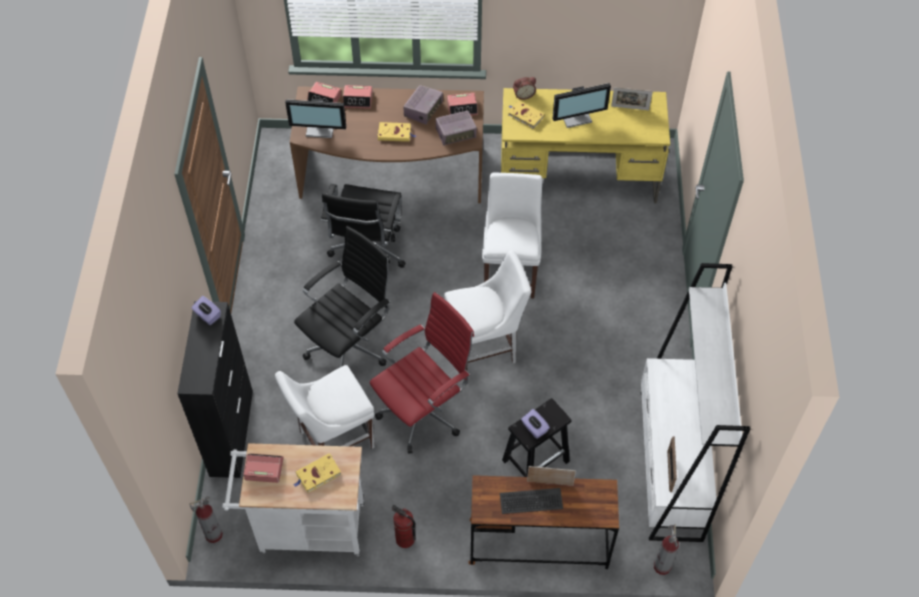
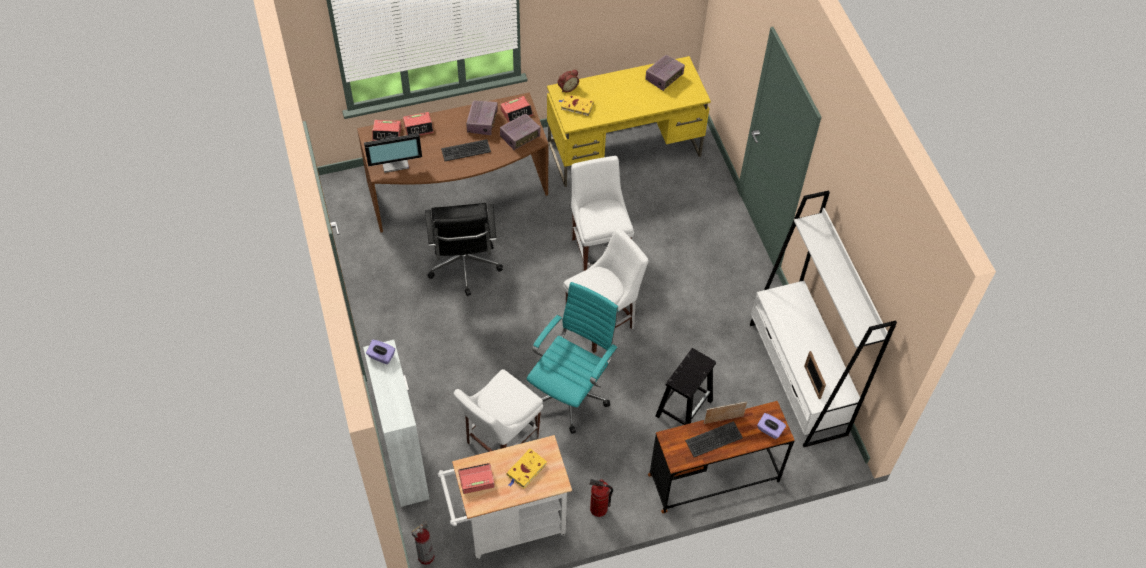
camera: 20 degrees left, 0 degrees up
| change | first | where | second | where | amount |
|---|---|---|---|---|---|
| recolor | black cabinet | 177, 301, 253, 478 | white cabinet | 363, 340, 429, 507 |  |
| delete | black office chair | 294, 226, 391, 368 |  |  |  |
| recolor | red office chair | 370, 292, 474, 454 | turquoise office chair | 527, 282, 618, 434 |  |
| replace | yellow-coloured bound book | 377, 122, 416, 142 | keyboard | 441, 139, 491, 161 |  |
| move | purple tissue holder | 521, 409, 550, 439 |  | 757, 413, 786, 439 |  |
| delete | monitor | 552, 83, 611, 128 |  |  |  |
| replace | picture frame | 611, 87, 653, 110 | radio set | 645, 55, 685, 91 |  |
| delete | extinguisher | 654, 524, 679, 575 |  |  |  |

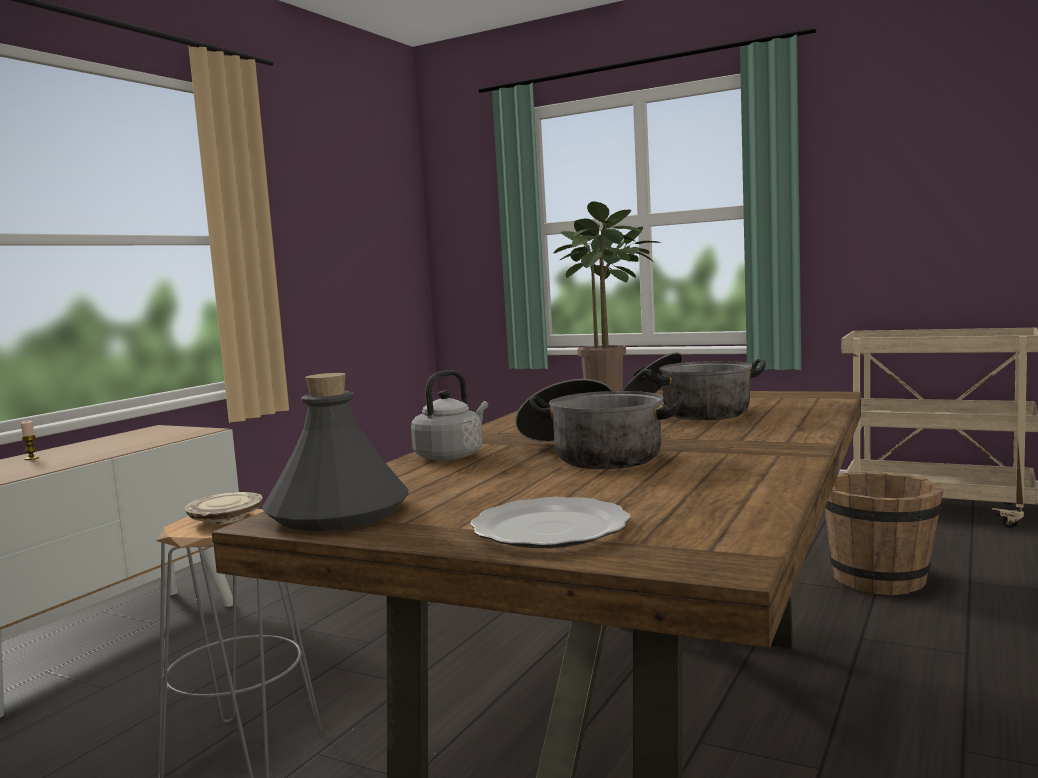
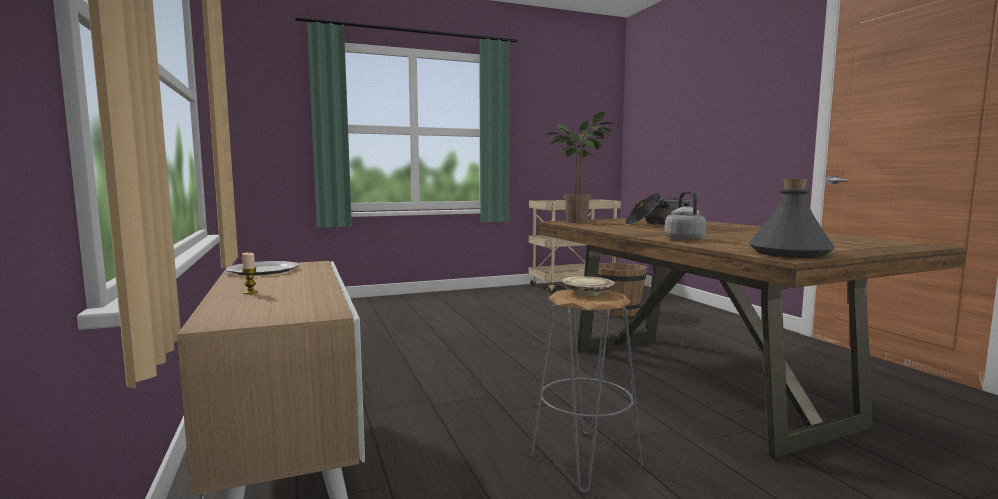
camera: 50 degrees left, 0 degrees up
| change | first | where | second | where | amount |
|---|---|---|---|---|---|
| move | plate | 470, 497, 631, 548 |  | 226, 261, 299, 275 |  |
| delete | stockpot | 515, 379, 686, 469 |  |  |  |

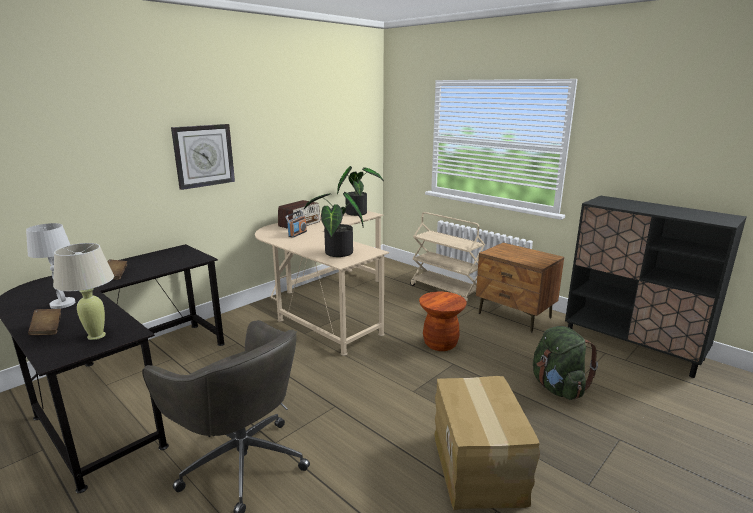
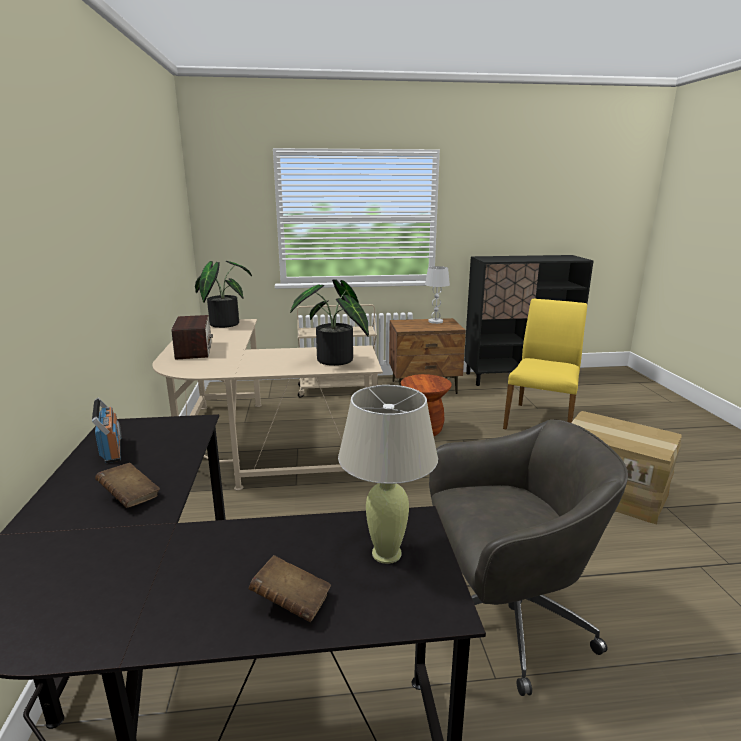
camera: 50 degrees left, 0 degrees up
| change | first | where | second | where | amount |
|---|---|---|---|---|---|
| move | white lamp for a table | 26, 223, 75, 309 |  | 425, 266, 450, 324 |  |
| delete | wall clock | 171, 124, 235, 190 |  |  |  |
| move | radio set | 285, 210, 307, 238 |  | 92, 398, 122, 463 |  |
| replace | green knapsack | 533, 326, 598, 400 | yellow-coloured chair | 503, 299, 587, 430 |  |

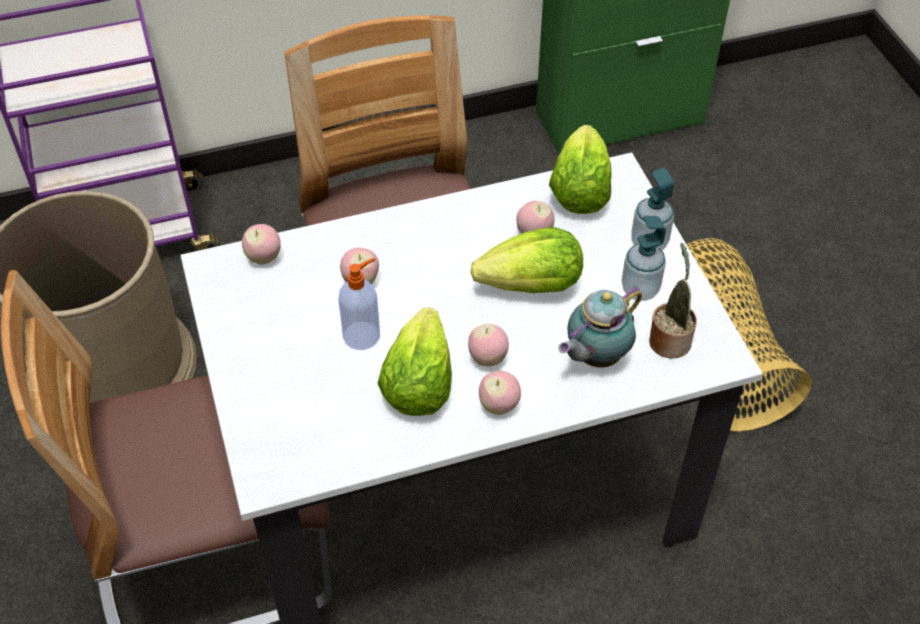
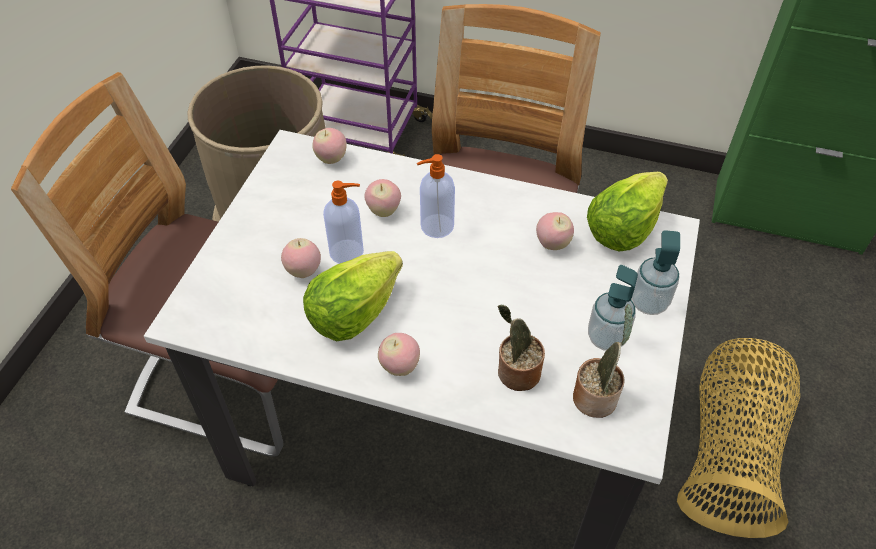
camera: 35 degrees right, 0 degrees up
| change | first | where | second | where | amount |
|---|---|---|---|---|---|
| move | whole apple | 468, 324, 509, 366 |  | 281, 238, 321, 278 |  |
| delete | head of lettuce | 471, 227, 583, 293 |  |  |  |
| replace | pot for tea | 558, 286, 642, 368 | plant in a pot | 498, 305, 545, 391 |  |
| insert |  |  | soap bottle | 417, 154, 455, 238 |  |

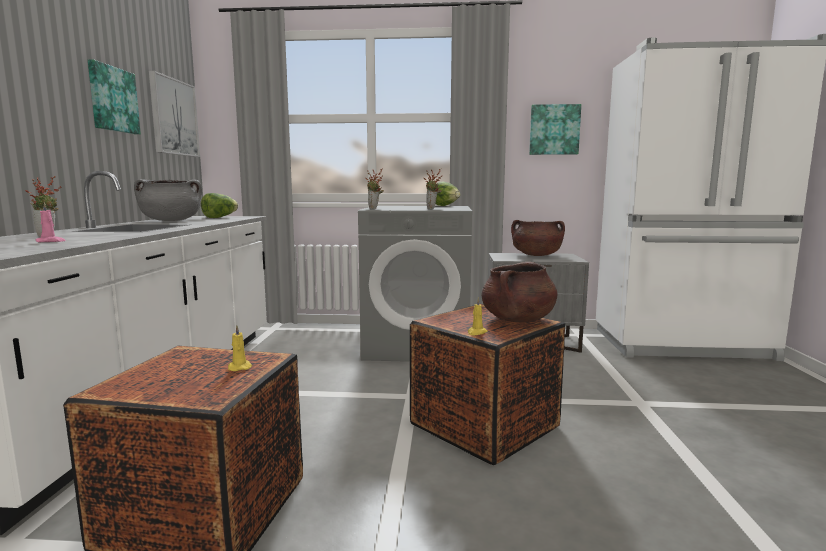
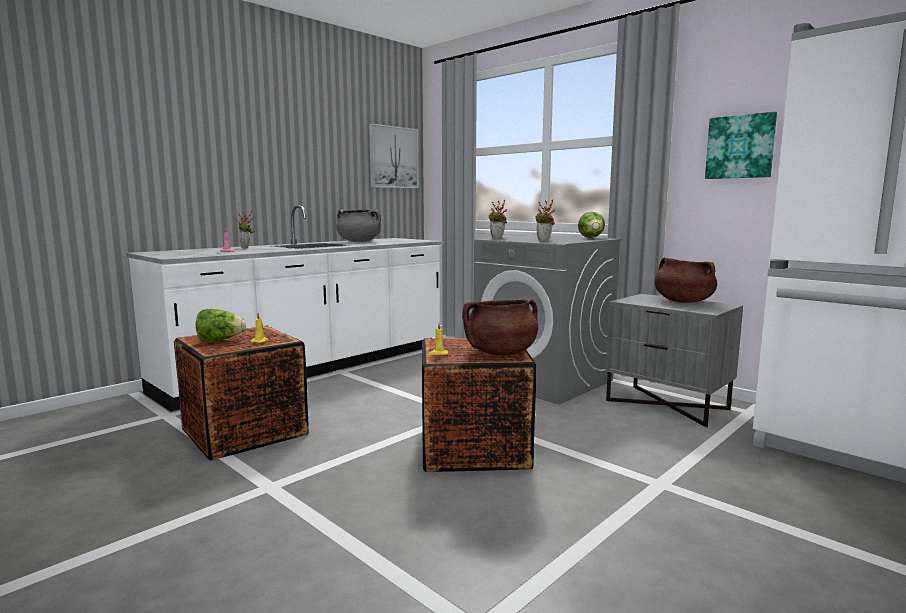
camera: 40 degrees right, 0 degrees up
| change | first | where | second | where | amount |
|---|---|---|---|---|---|
| delete | wall art | 88, 59, 141, 134 |  |  |  |
| move | head of lettuce | 201, 193, 238, 218 |  | 196, 309, 246, 342 |  |

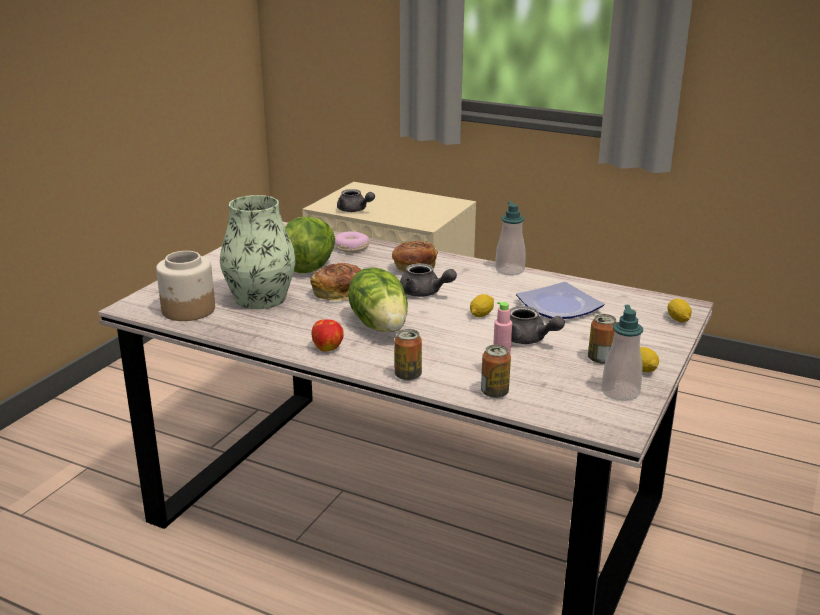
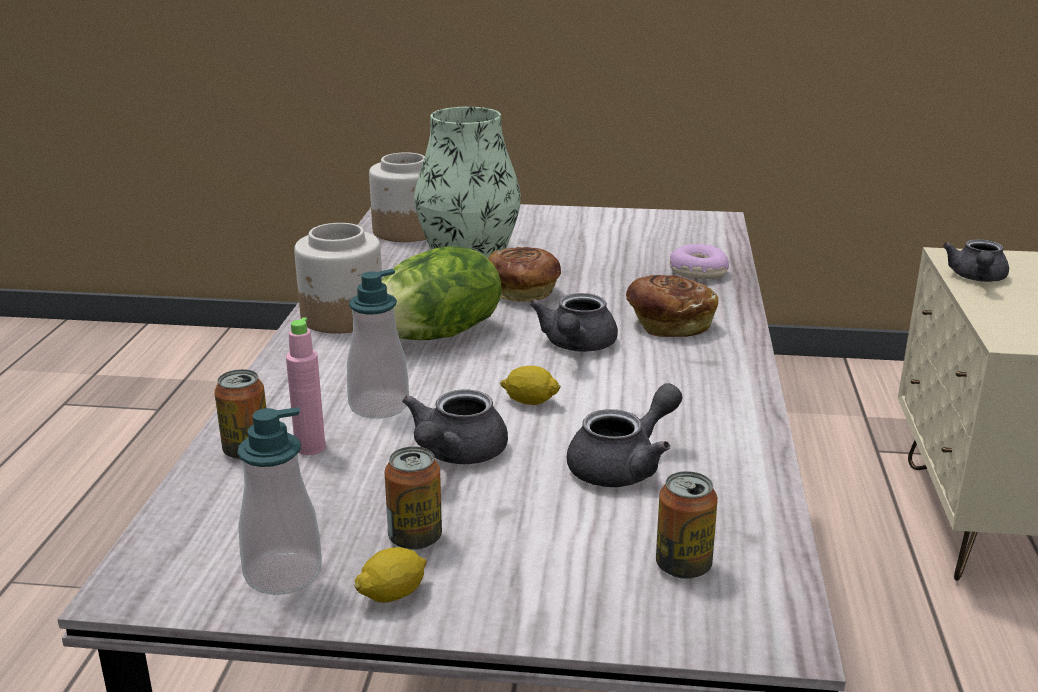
camera: 70 degrees right, 0 degrees up
| change | first | where | second | where | amount |
|---|---|---|---|---|---|
| delete | head of lettuce | 285, 217, 335, 273 |  |  |  |
| replace | whole apple | 311, 319, 344, 352 | storage jar | 294, 223, 382, 334 |  |
| move | sealed can | 394, 329, 422, 381 |  | 656, 471, 718, 579 |  |
| move | soap bottle | 495, 201, 525, 276 |  | 347, 269, 409, 419 |  |
| replace | plate | 516, 282, 604, 319 | grey pot for tea | 567, 383, 683, 487 |  |
| delete | lemon | 668, 299, 692, 322 |  |  |  |

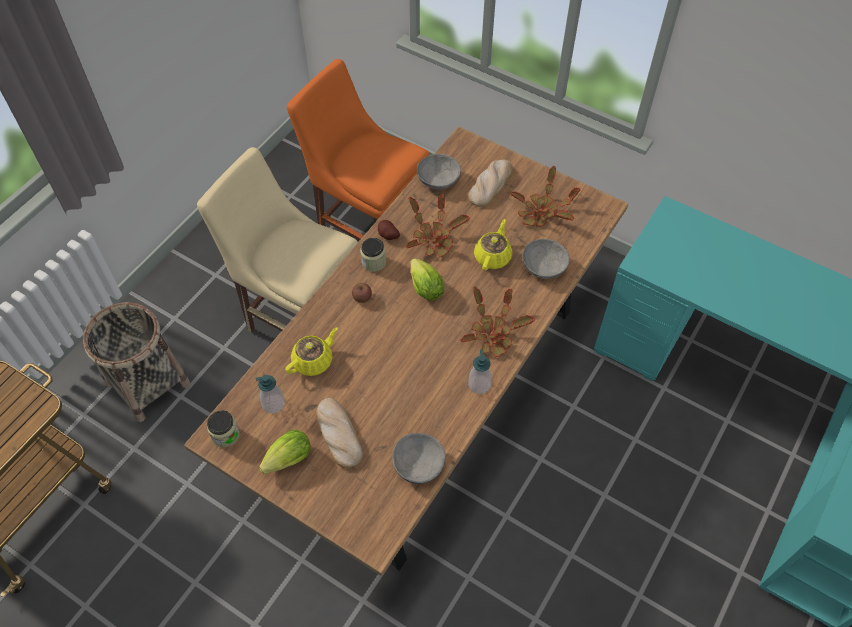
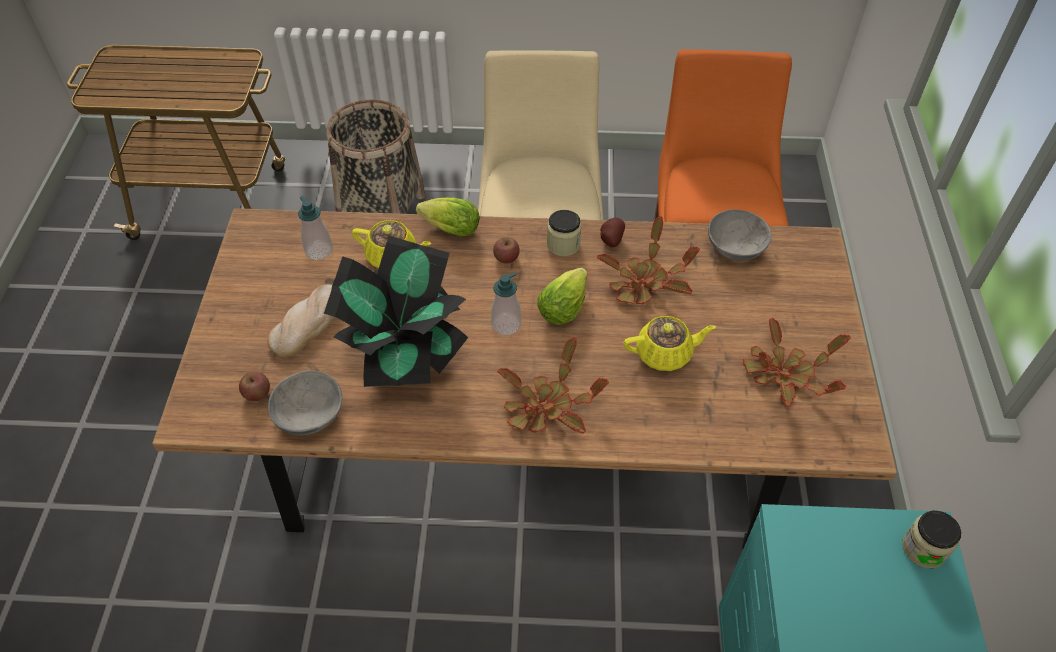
camera: 60 degrees right, 5 degrees down
| change | first | where | second | where | amount |
|---|---|---|---|---|---|
| move | storage jar | 207, 410, 240, 447 |  | 902, 511, 961, 568 |  |
| move | head of lettuce | 259, 429, 311, 474 |  | 416, 198, 480, 237 |  |
| delete | bread | 468, 159, 513, 207 |  |  |  |
| move | soap bottle | 468, 350, 491, 394 |  | 491, 272, 521, 335 |  |
| delete | grey bowl | 522, 239, 569, 279 |  |  |  |
| insert |  |  | whole apple | 239, 372, 270, 401 |  |
| insert |  |  | plant in a pot | 324, 236, 468, 387 |  |

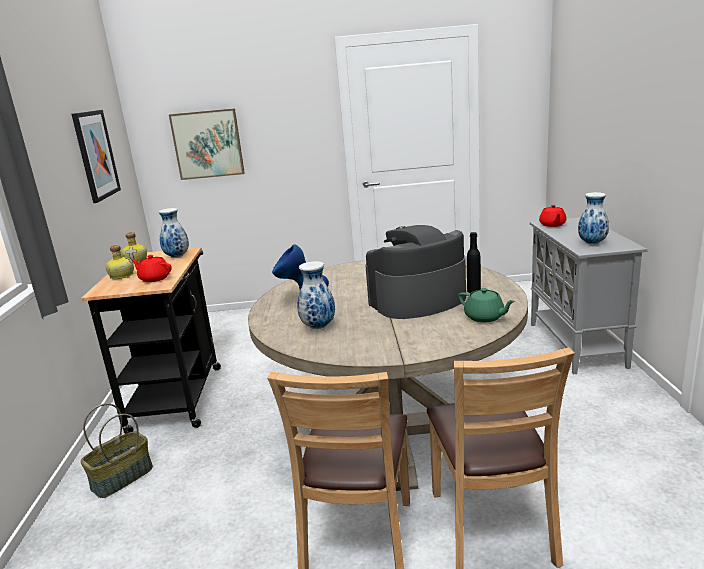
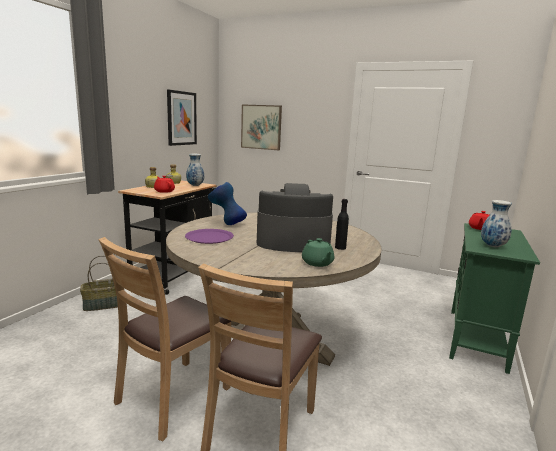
camera: 25 degrees right, 5 degrees down
| change | first | where | second | where | amount |
|---|---|---|---|---|---|
| replace | decorative vase | 297, 261, 335, 329 | purple plate | 185, 229, 234, 244 |  |
| recolor | grey cabinet | 530, 217, 648, 374 | green cabinet | 449, 223, 540, 374 |  |

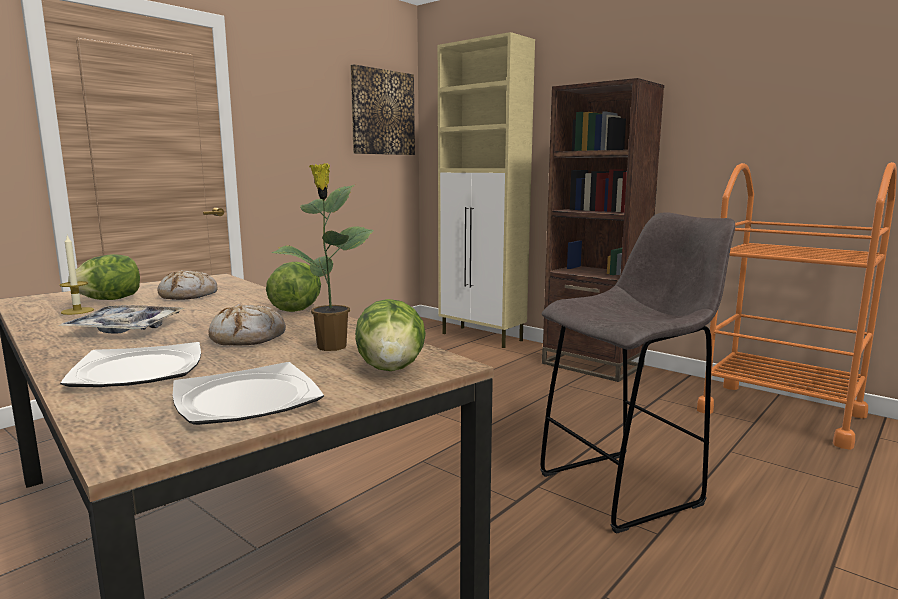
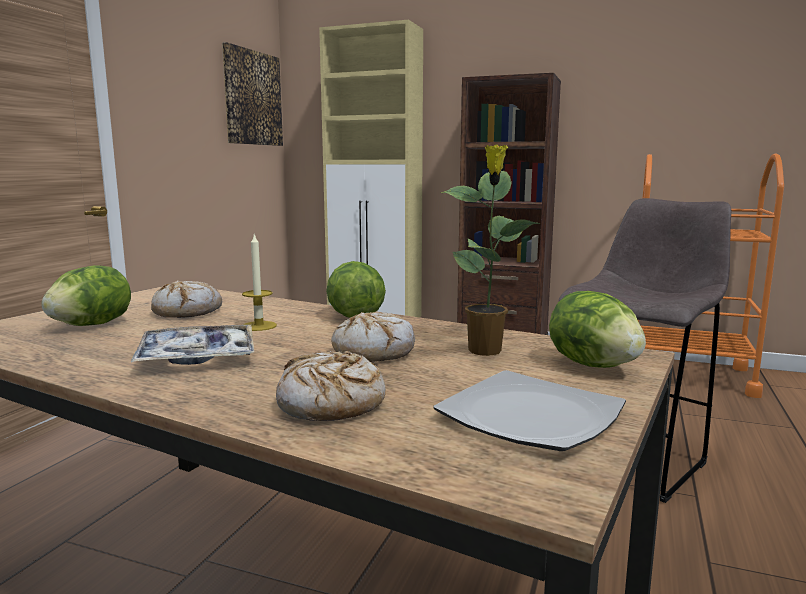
camera: 20 degrees left, 0 degrees up
| change | first | where | second | where | amount |
|---|---|---|---|---|---|
| move | wax candle | 60, 235, 94, 315 |  | 242, 233, 277, 331 |  |
| replace | plate | 60, 342, 201, 387 | bread | 276, 351, 386, 421 |  |

